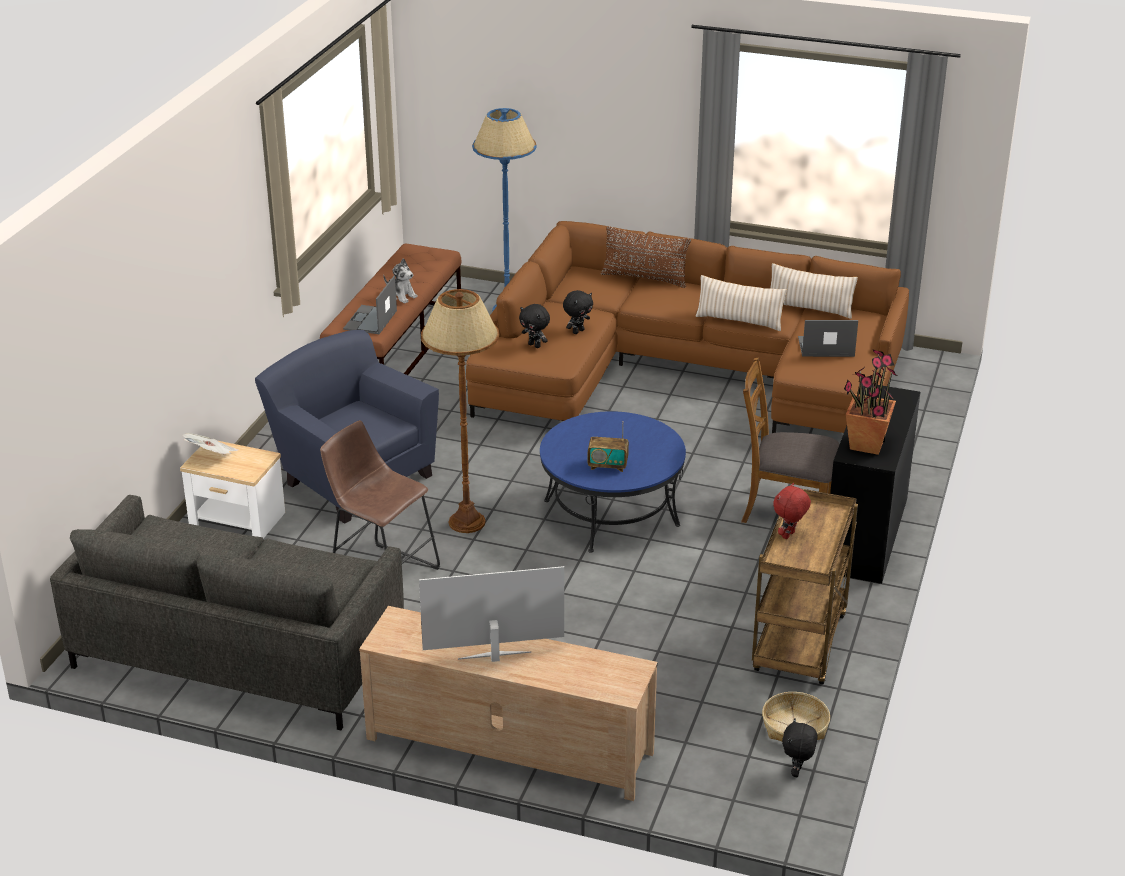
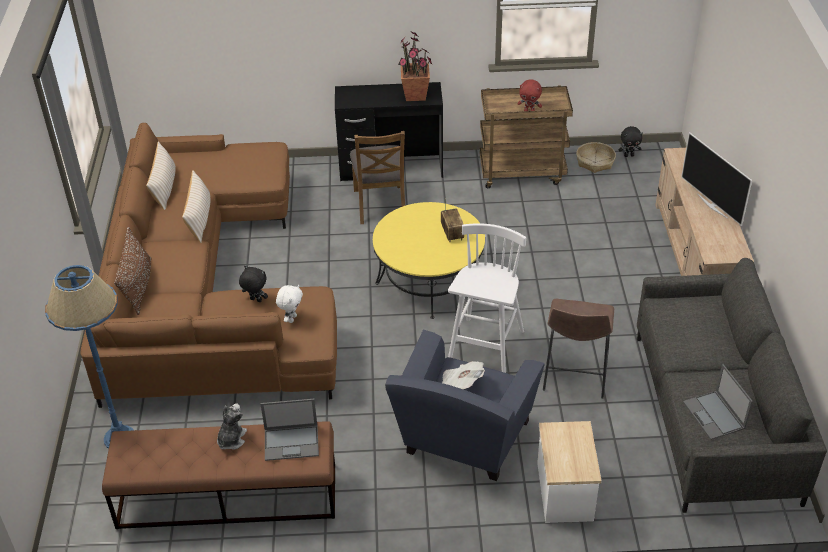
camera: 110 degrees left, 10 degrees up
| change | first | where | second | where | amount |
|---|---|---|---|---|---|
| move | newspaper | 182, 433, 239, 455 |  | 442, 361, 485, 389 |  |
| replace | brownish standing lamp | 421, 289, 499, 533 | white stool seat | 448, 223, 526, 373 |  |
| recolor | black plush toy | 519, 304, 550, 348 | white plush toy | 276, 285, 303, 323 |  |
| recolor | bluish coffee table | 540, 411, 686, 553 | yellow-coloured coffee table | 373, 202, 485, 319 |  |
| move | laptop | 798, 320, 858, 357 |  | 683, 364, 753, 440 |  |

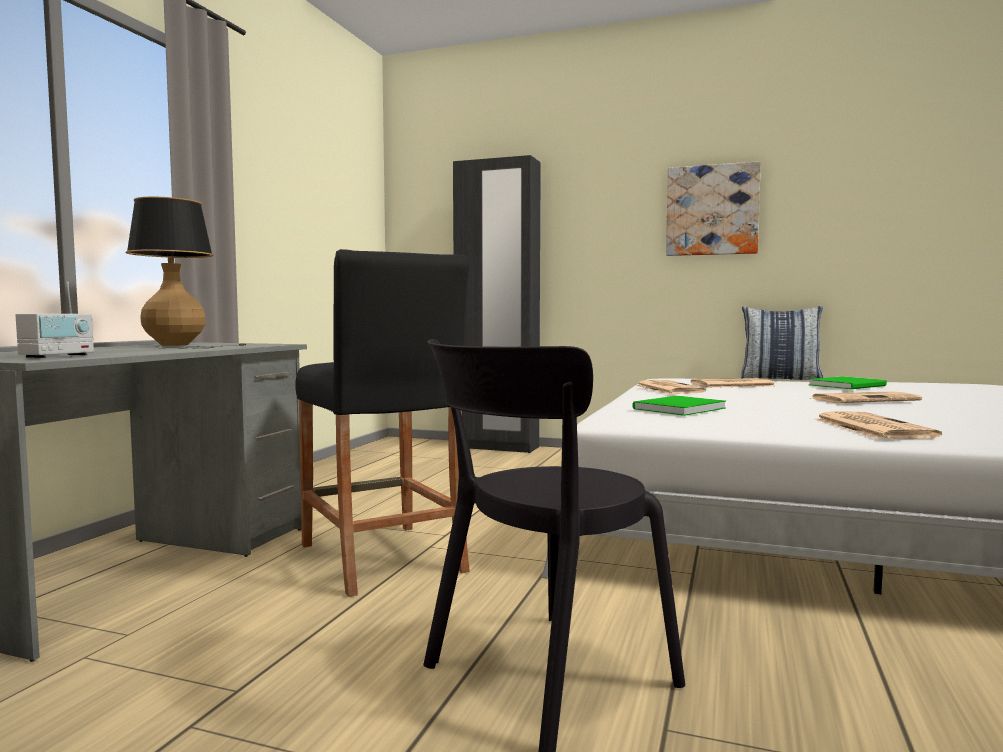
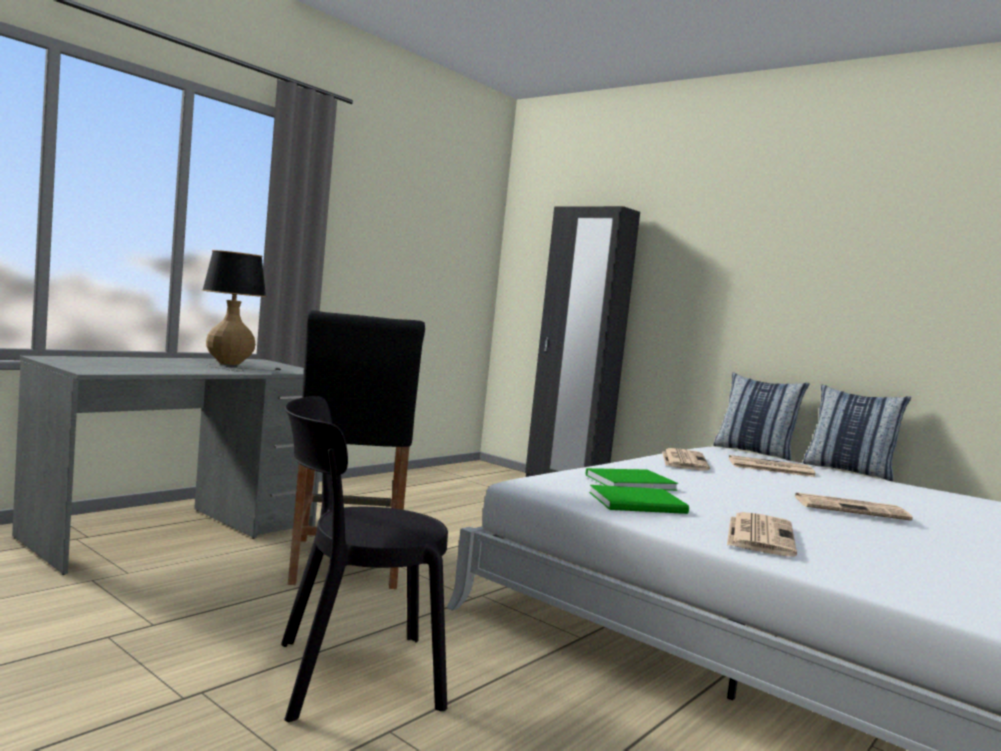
camera: 20 degrees right, 0 degrees up
| change | first | where | second | where | amount |
|---|---|---|---|---|---|
| delete | radio set | 16, 282, 94, 358 |  |  |  |
| delete | wall art | 666, 161, 761, 256 |  |  |  |
| move | green bound book | 809, 376, 887, 389 |  | 589, 485, 689, 514 |  |
| insert |  |  | throw pillow | 713, 373, 810, 461 |  |

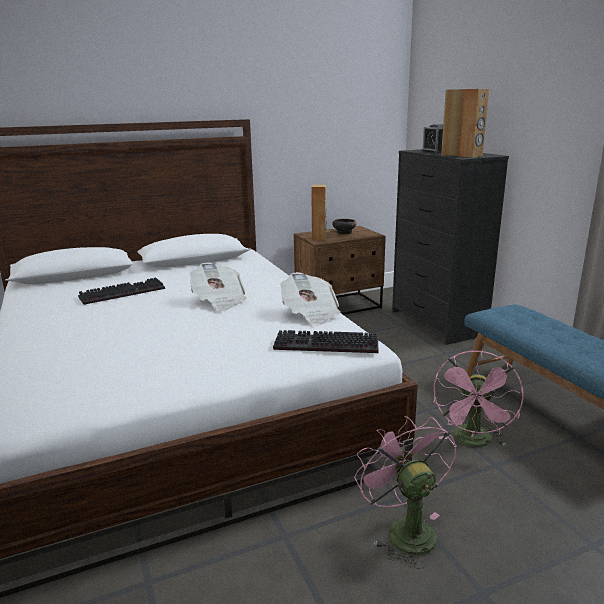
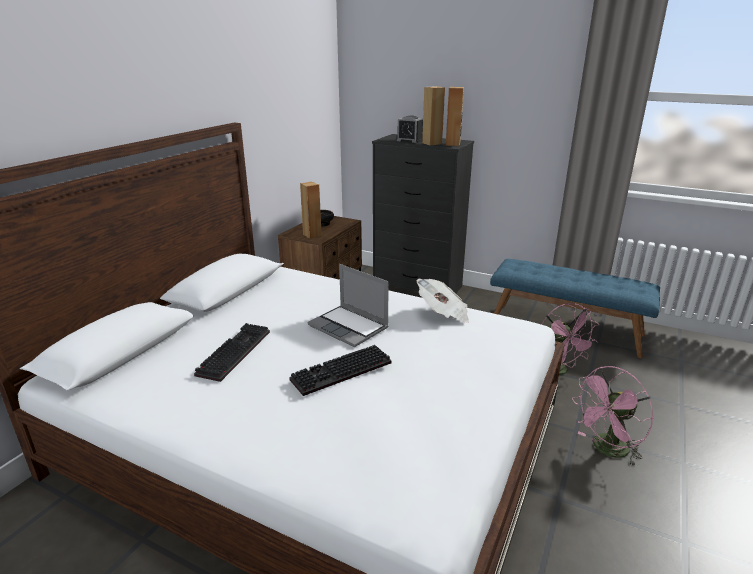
camera: 40 degrees left, 5 degrees up
| change | first | where | second | where | amount |
|---|---|---|---|---|---|
| replace | newspaper | 190, 263, 247, 311 | laptop | 308, 264, 389, 347 |  |
| move | keyboard | 273, 330, 378, 353 |  | 289, 345, 392, 396 |  |
| rotate | pink-coloured electric fan | 354, 416, 457, 569 |  | 572, 366, 653, 467 | 60 degrees counterclockwise |

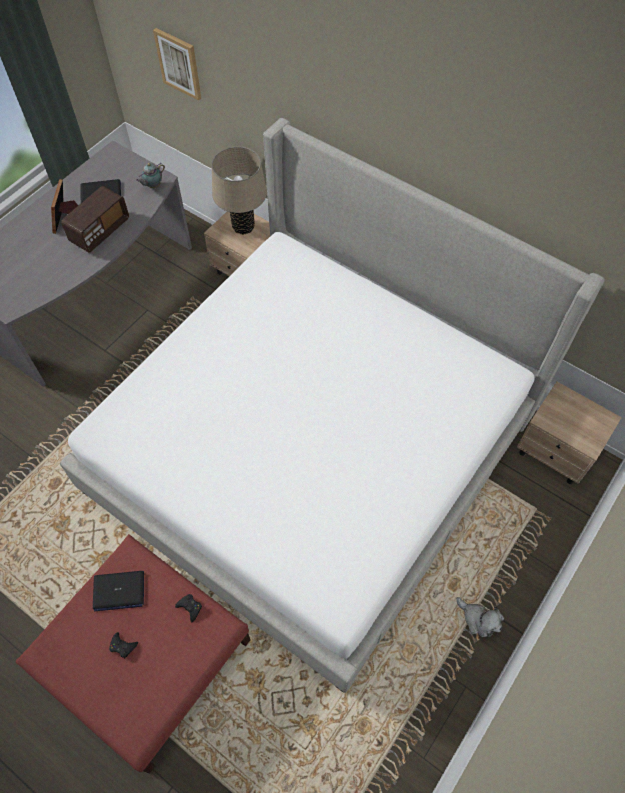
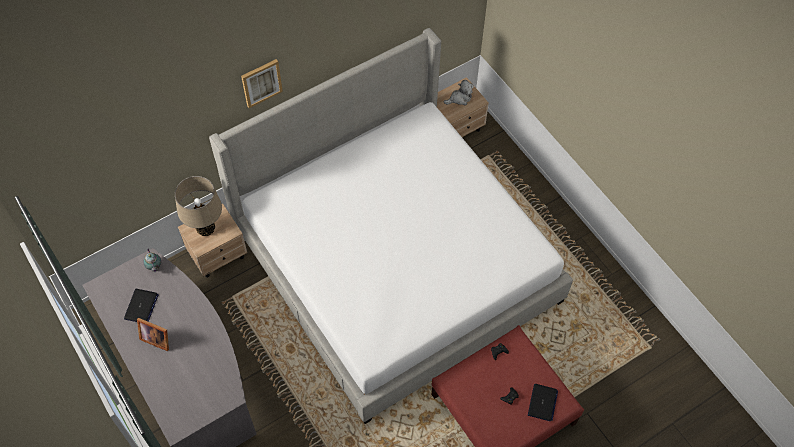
camera: 70 degrees left, 0 degrees up
| change | first | where | second | where | amount |
|---|---|---|---|---|---|
| delete | radio set | 61, 186, 129, 253 |  |  |  |
| move | laptop | 93, 571, 144, 611 |  | 528, 384, 558, 421 |  |
| move | wall art | 153, 28, 201, 101 |  | 241, 59, 283, 108 |  |
| move | plush toy | 457, 597, 504, 637 |  | 444, 80, 474, 105 |  |

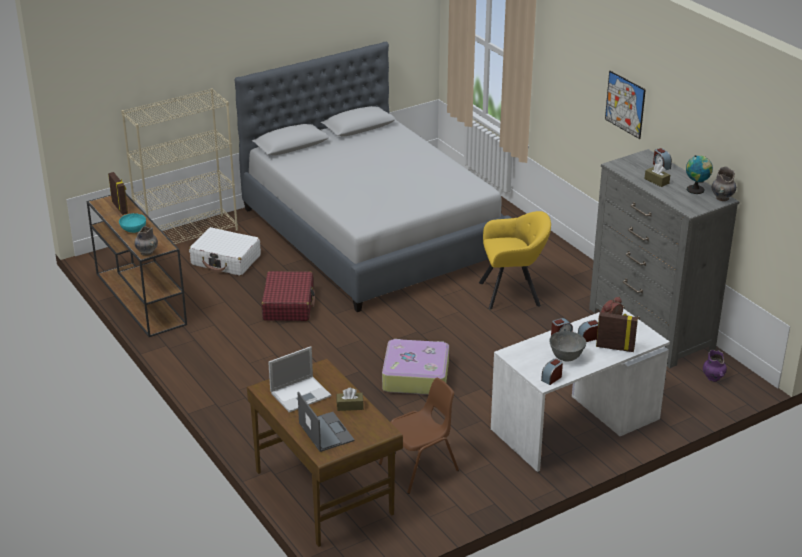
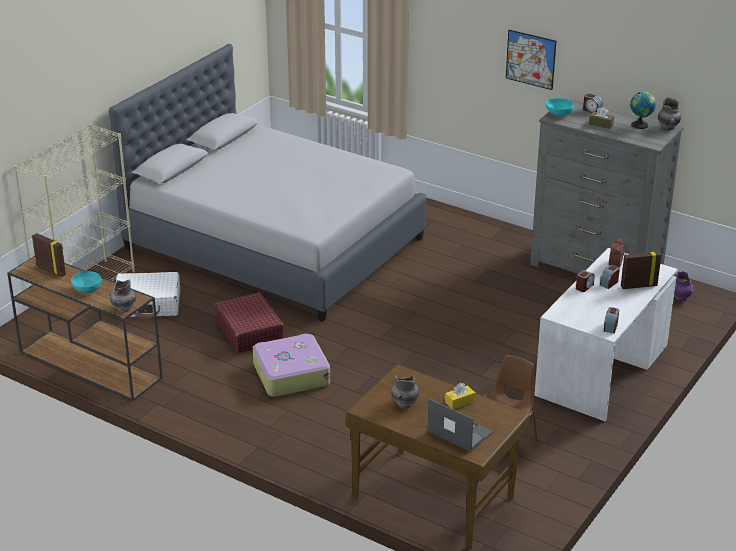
camera: 25 degrees left, 0 degrees up
| change | first | where | second | where | amount |
|---|---|---|---|---|---|
| replace | laptop | 268, 346, 331, 413 | grey decorative vase | 391, 375, 419, 408 |  |
| recolor | brownish tissue holder | 336, 388, 364, 411 | yellow-coloured tissue holder | 445, 383, 475, 409 |  |
| move | piece of luggage | 382, 339, 449, 395 |  | 253, 334, 330, 397 |  |
| delete | yellow-coloured easy chair | 479, 211, 551, 310 |  |  |  |
| delete | grey bowl | 549, 331, 586, 362 |  |  |  |
| insert |  |  | turquoise bowl | 546, 98, 573, 116 |  |

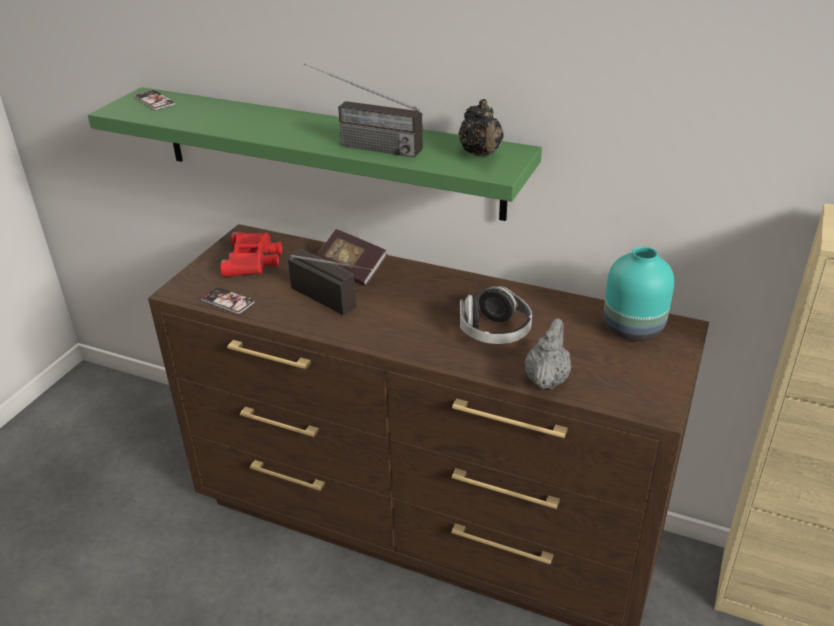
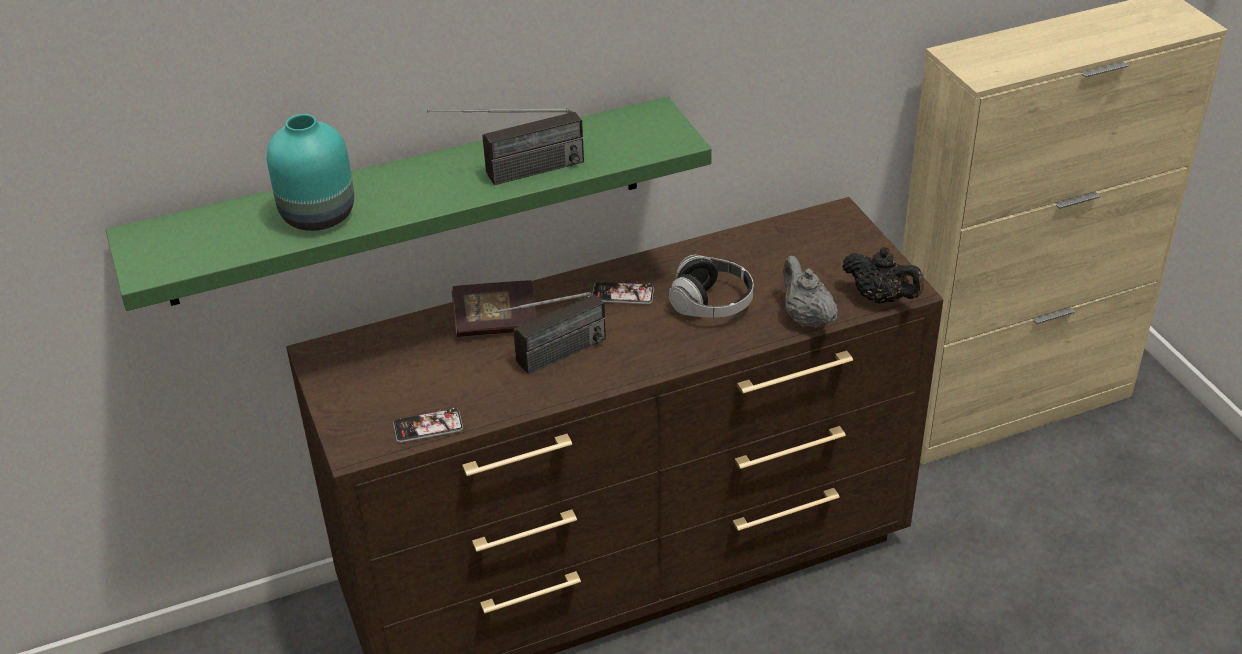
camera: 45 degrees left, 5 degrees up
| change | first | where | second | where | amount |
|---|---|---|---|---|---|
| move | telephone | 134, 89, 175, 110 |  | 592, 282, 654, 305 |  |
| delete | red pair of binoculars | 221, 232, 282, 277 |  |  |  |
| rotate | radio set | 288, 249, 372, 315 |  | 465, 292, 606, 374 | 150 degrees clockwise |
| move | black pot for tea | 458, 99, 504, 156 |  | 842, 247, 924, 303 |  |
| move | turquoise decorative vase | 604, 246, 674, 341 |  | 267, 114, 354, 231 |  |

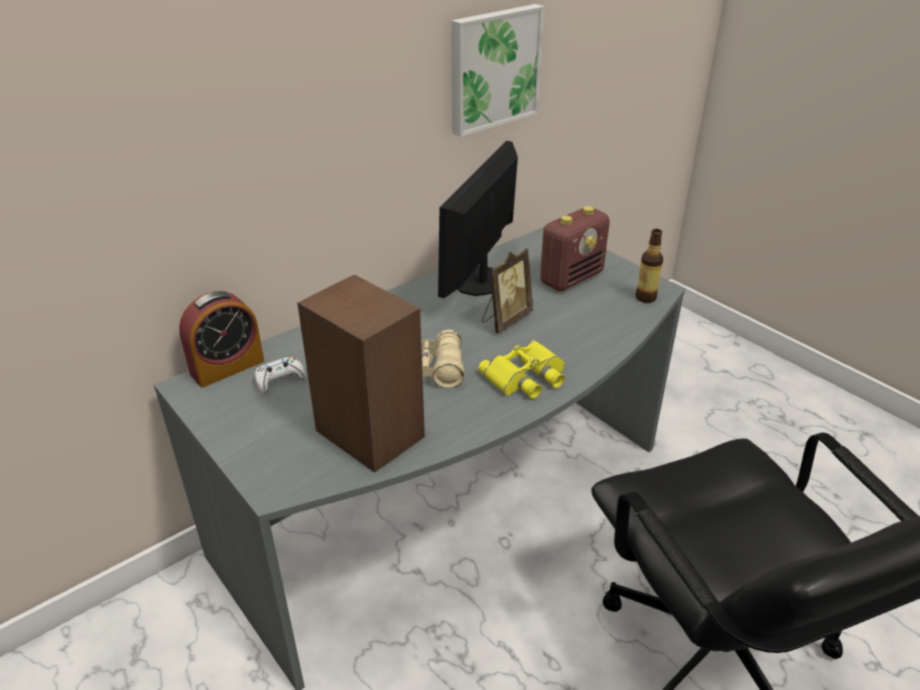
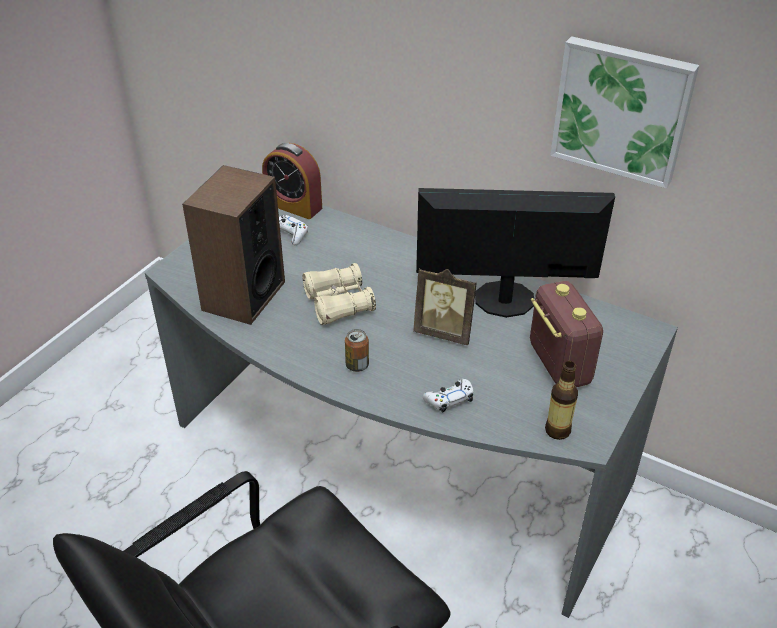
camera: 70 degrees right, 5 degrees up
| change | first | where | second | where | amount |
|---|---|---|---|---|---|
| replace | yellow-coloured pair of binoculars | 478, 340, 565, 399 | sealed can | 345, 329, 369, 372 |  |
| rotate | radio set | 540, 206, 610, 292 |  | 530, 281, 603, 387 | 135 degrees counterclockwise |
| insert |  |  | white joypad | 423, 379, 474, 413 |  |

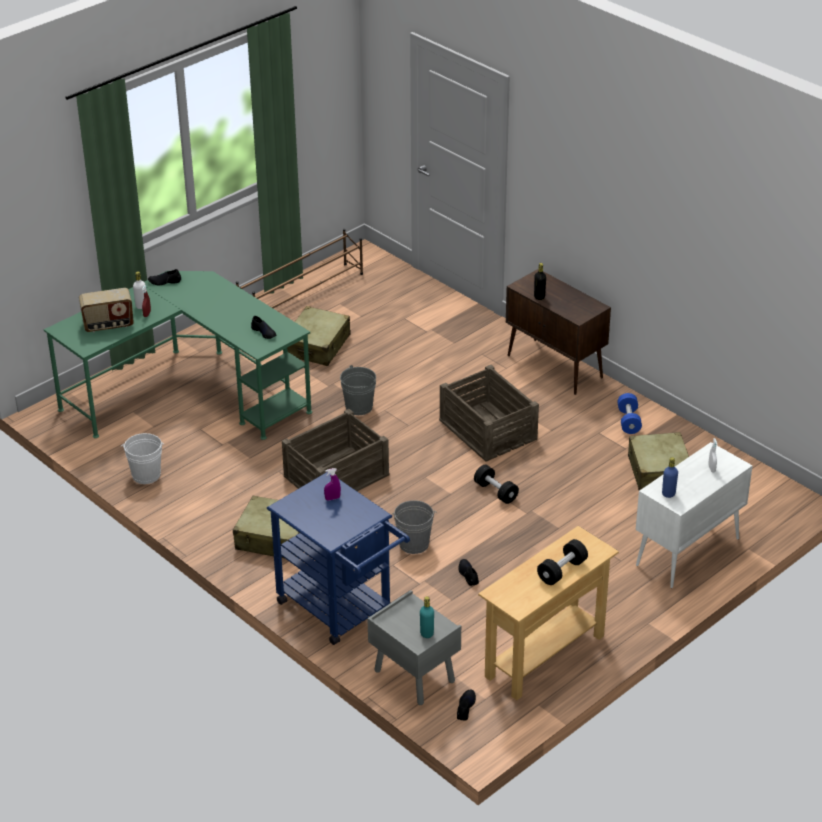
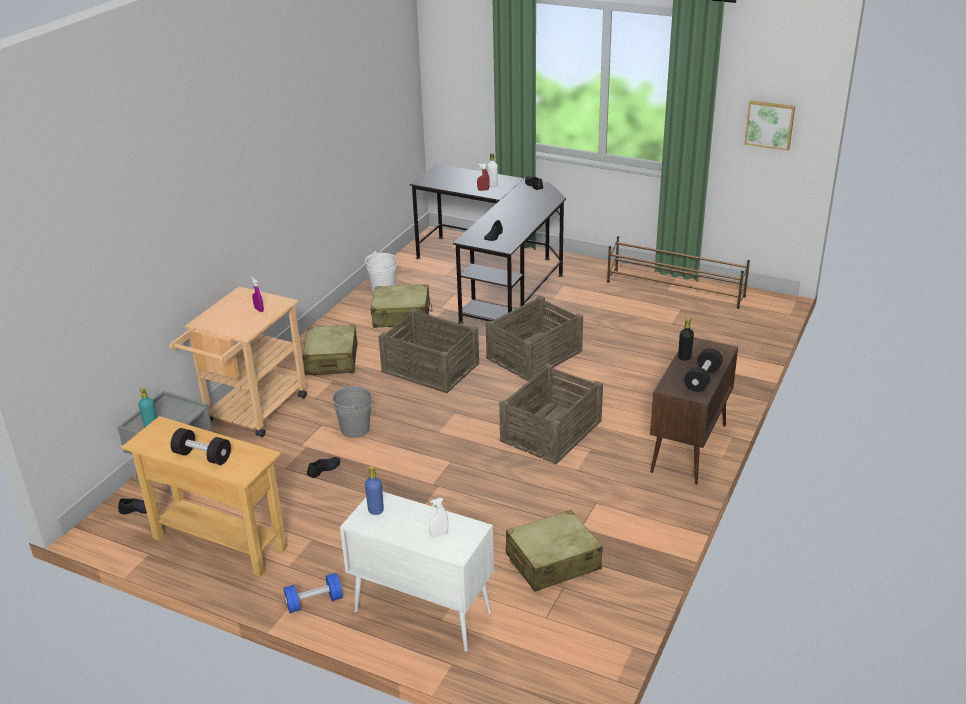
camera: 70 degrees right, 5 degrees down
| change | first | where | second | where | amount |
|---|---|---|---|---|---|
| recolor | green desk unit | 44, 271, 312, 440 | black desk unit | 410, 164, 566, 324 |  |
| delete | radio set | 79, 288, 134, 332 |  |  |  |
| recolor | bluish wheeled cart | 267, 472, 410, 645 | beige-coloured wheeled cart | 169, 286, 307, 437 |  |
| move | beige-coloured piece of luggage | 287, 306, 350, 366 |  | 371, 284, 432, 328 |  |
| replace | grey water bucket | 340, 365, 376, 415 | crate | 486, 295, 583, 381 |  |
| move | black free weight | 474, 465, 519, 504 |  | 684, 348, 723, 392 |  |
| move | bluish free weight | 617, 393, 642, 434 |  | 284, 573, 343, 613 |  |
| insert |  |  | wall art | 744, 100, 795, 151 |  |

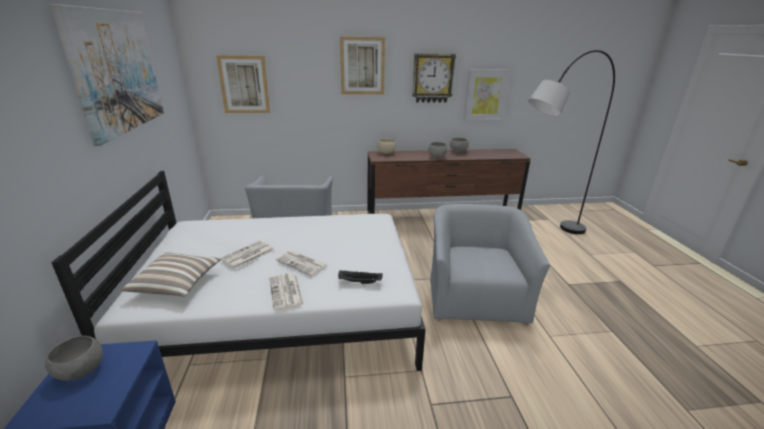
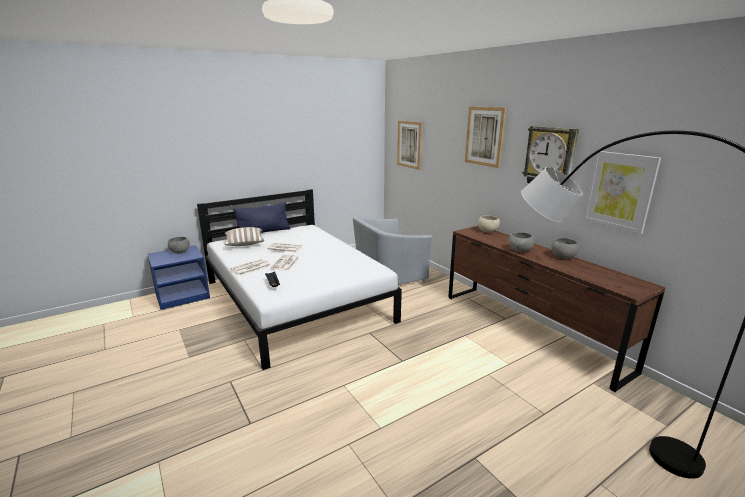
camera: 65 degrees right, 5 degrees down
| change | first | where | second | where | amount |
|---|---|---|---|---|---|
| delete | wall art | 50, 4, 164, 146 |  |  |  |
| delete | grey easy chair | 430, 204, 550, 325 |  |  |  |
| insert |  |  | bluish throw pillow | 233, 202, 291, 233 |  |

